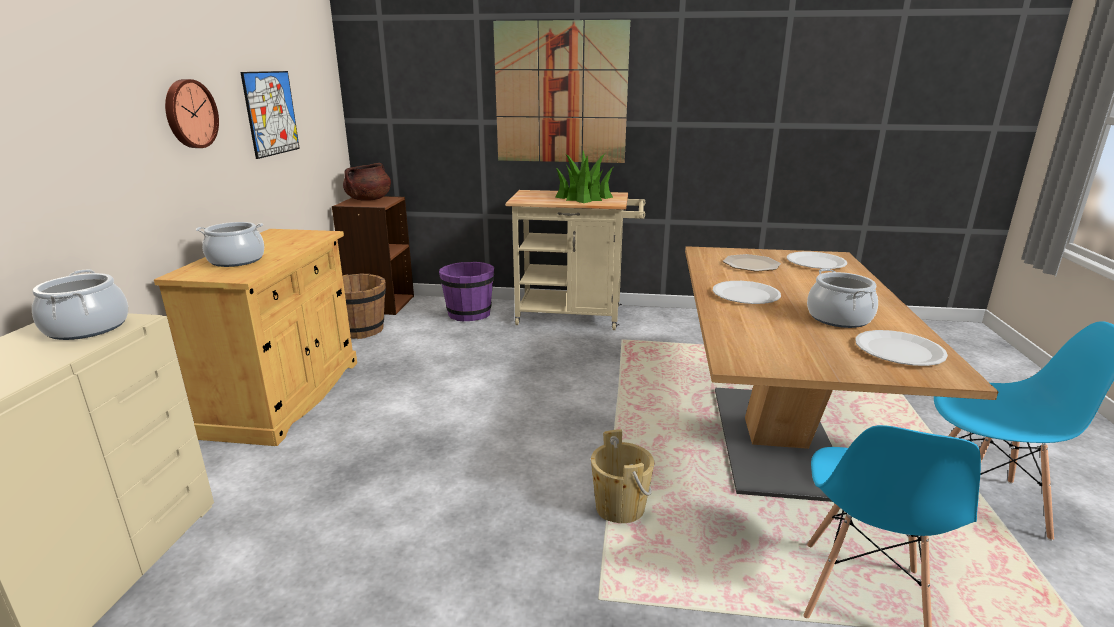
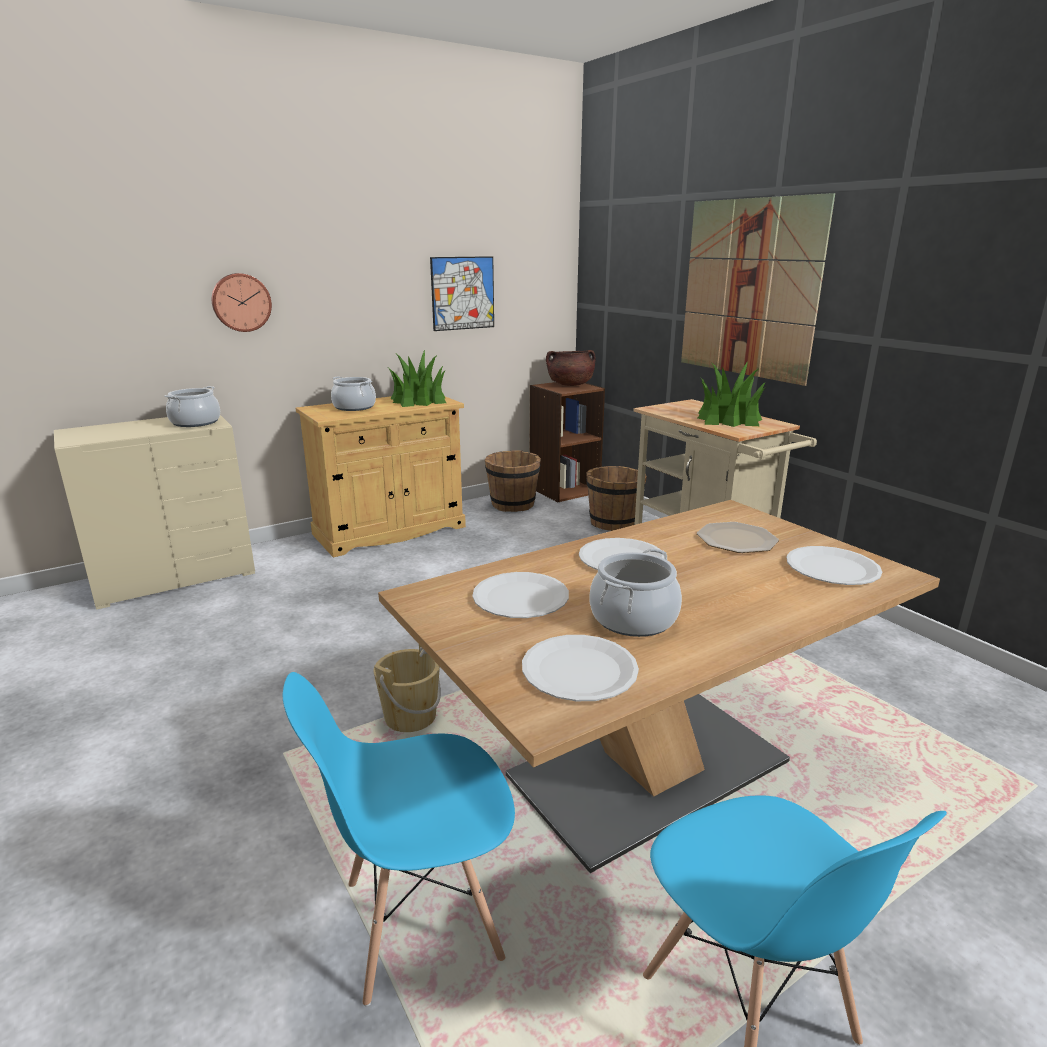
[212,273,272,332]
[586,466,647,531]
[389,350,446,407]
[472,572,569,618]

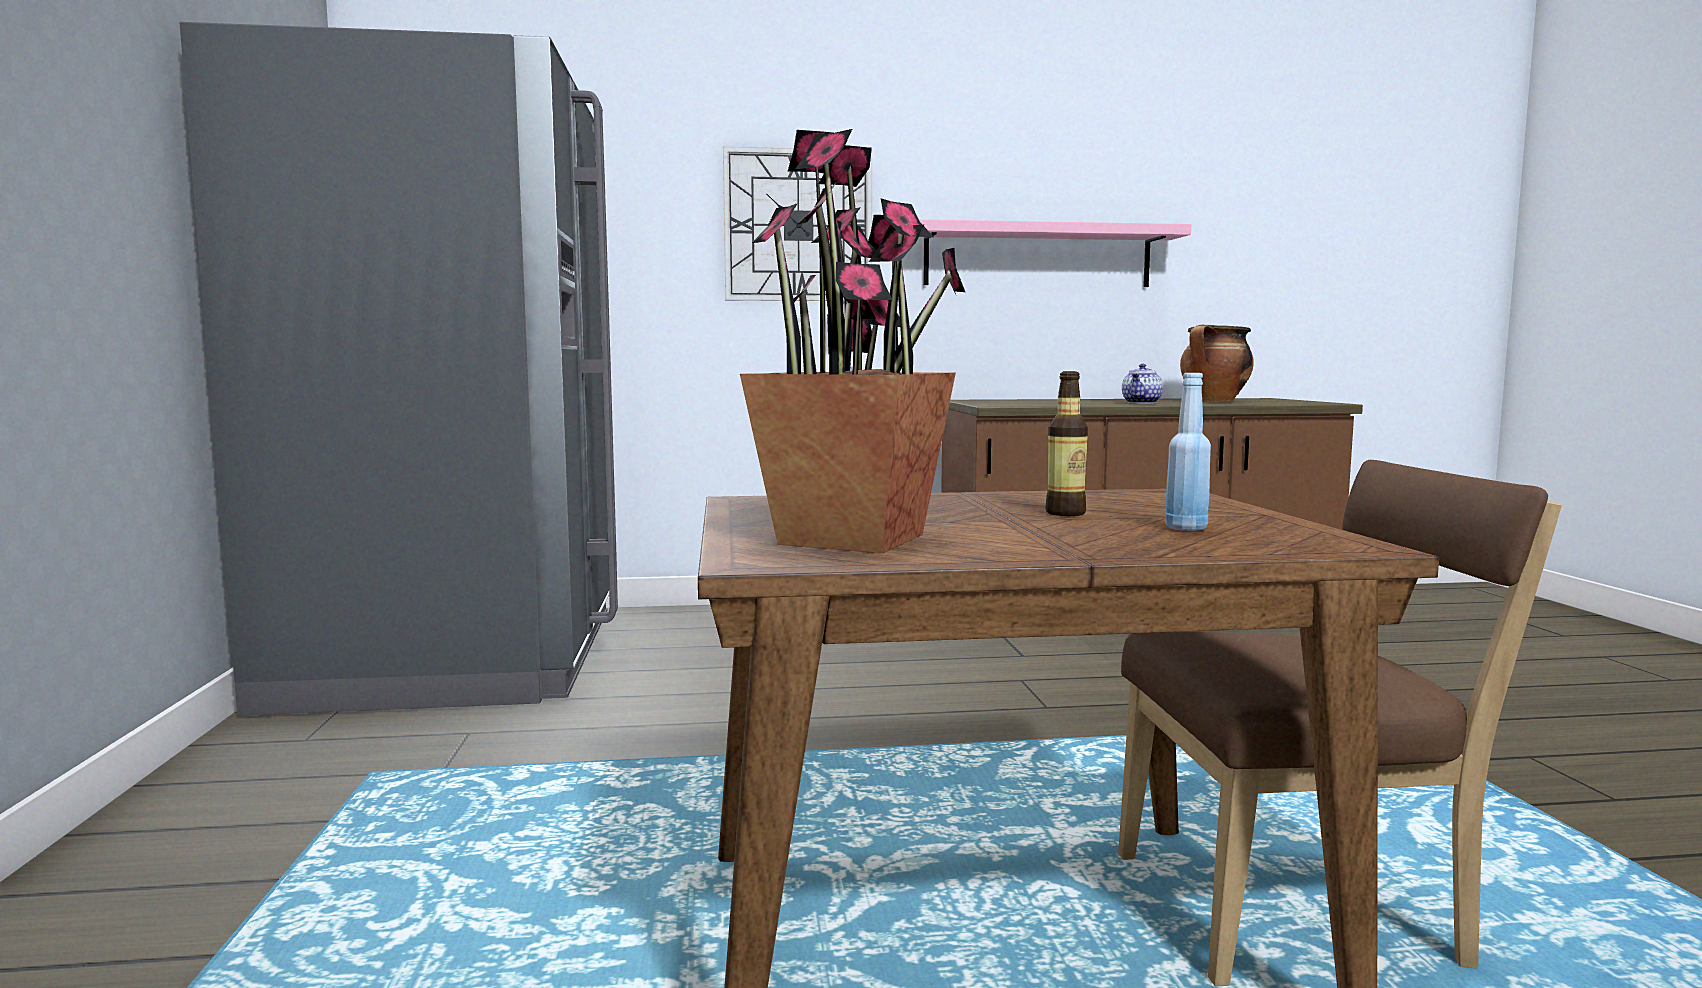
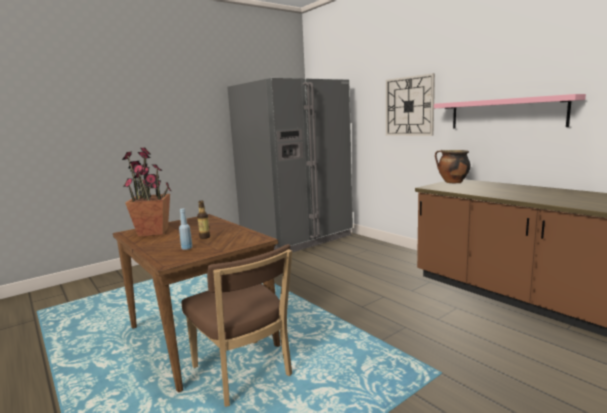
[435,150,471,183]
[1122,364,1163,404] (first image)

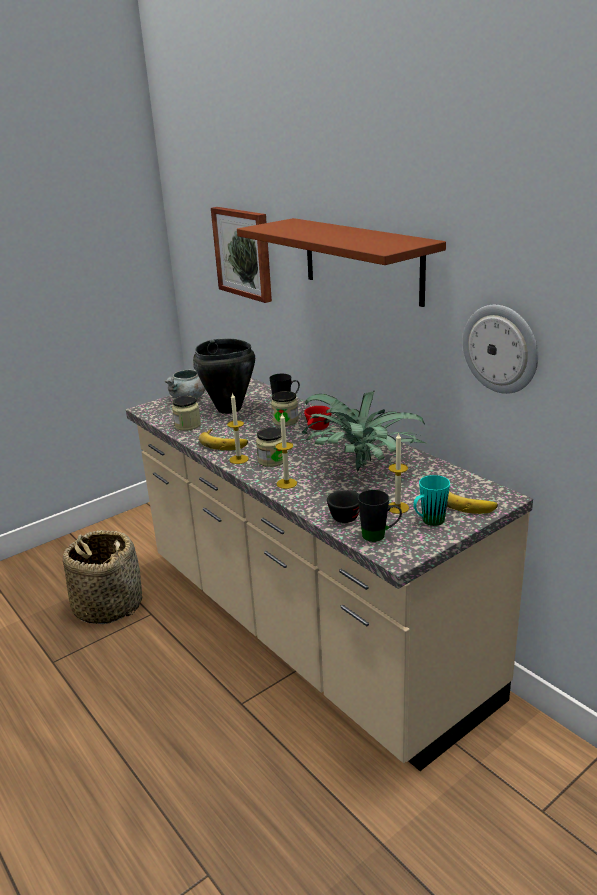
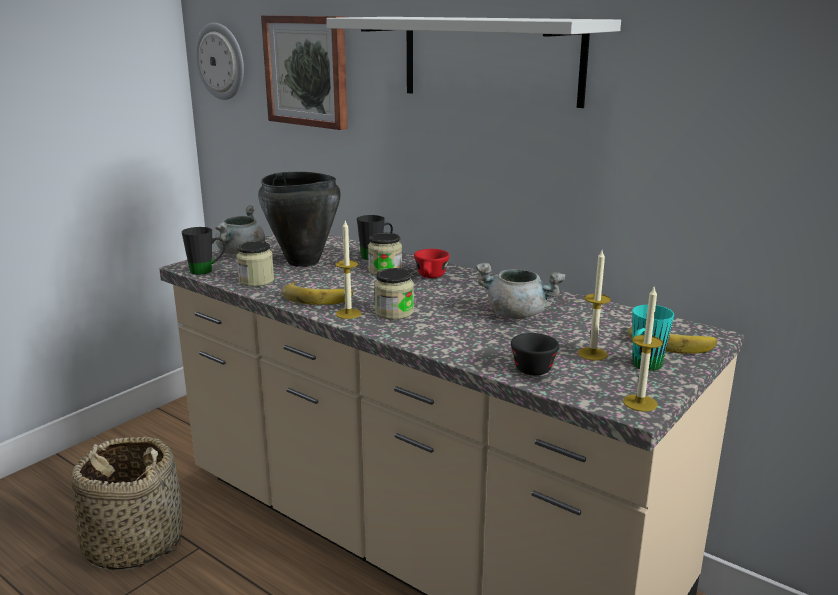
[326,17,621,108]
[195,23,244,100]
[476,262,565,319]
[623,285,663,412]
[182,227,225,275]

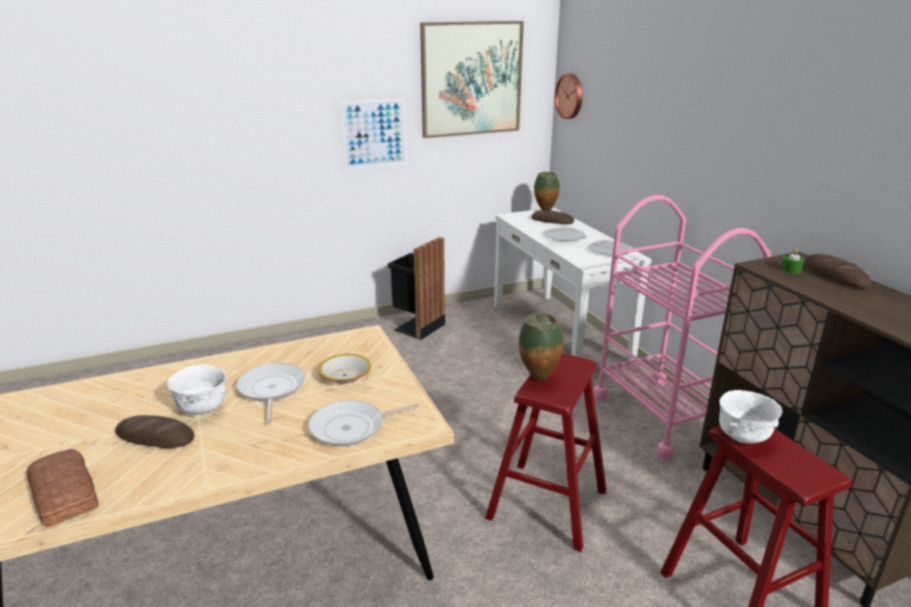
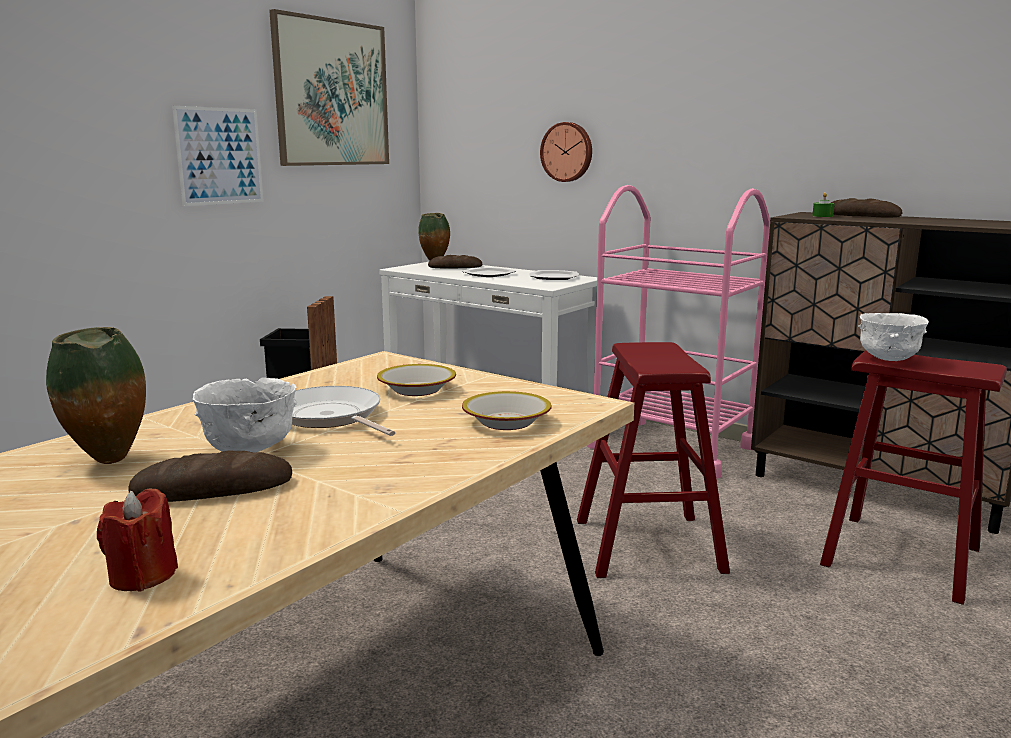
[540,122,592,182]
[46,327,146,464]
[462,391,552,430]
[97,488,178,592]

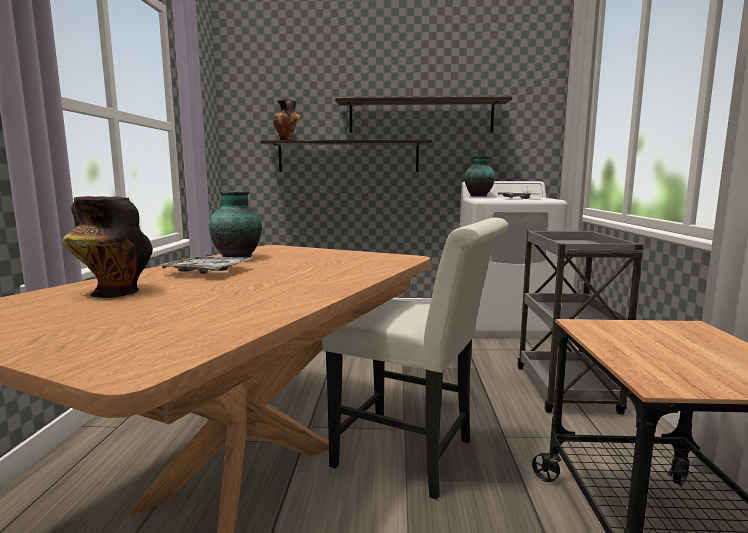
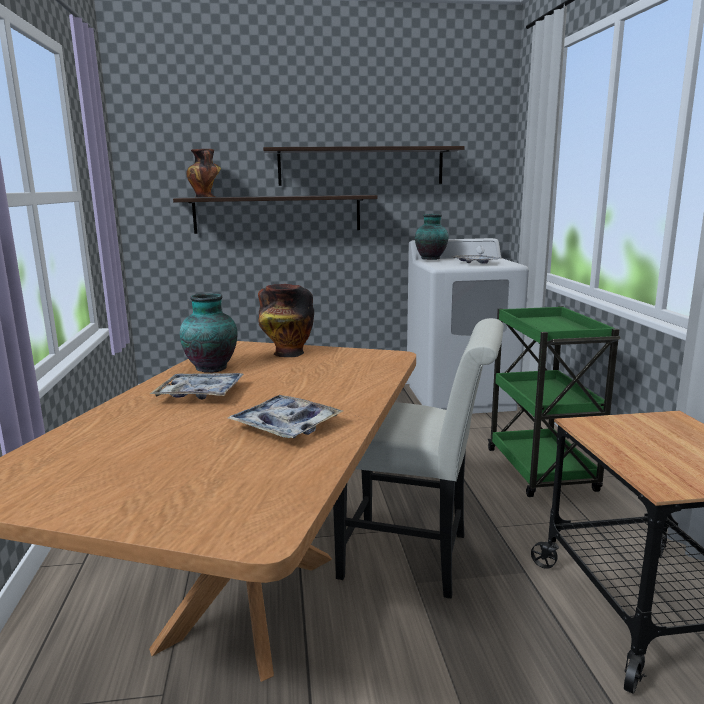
[258,284,314,357]
[488,306,620,497]
[228,395,343,438]

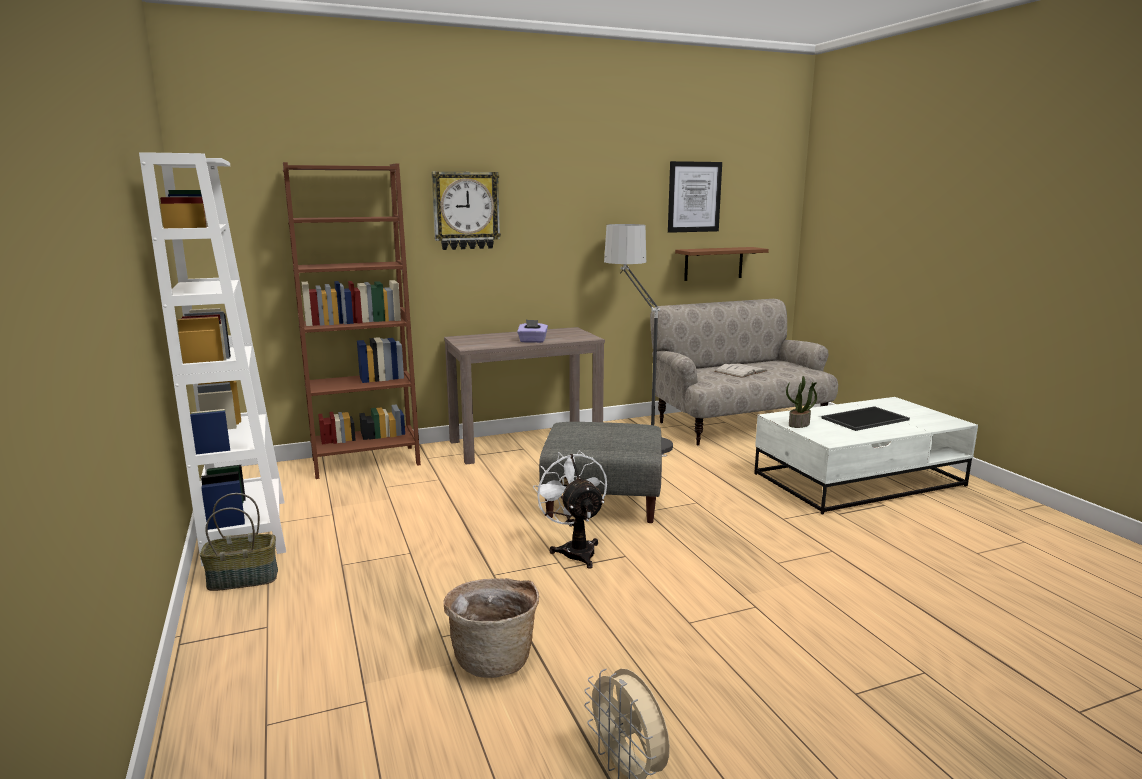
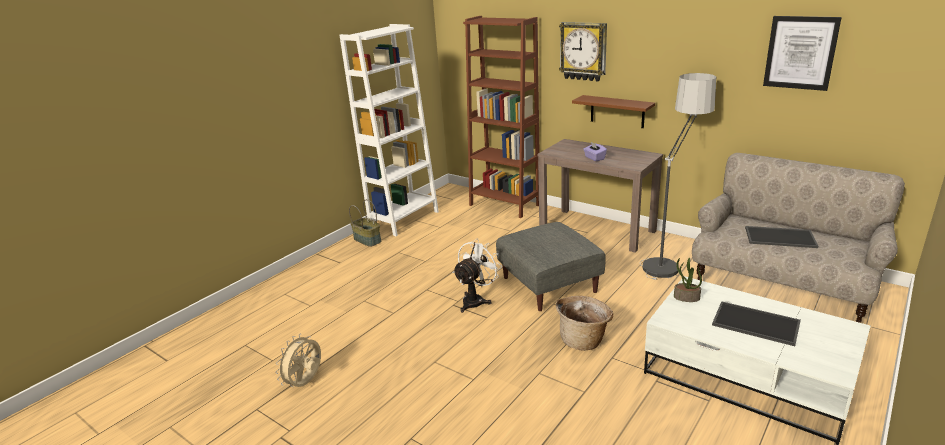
[572,95,655,128]
[745,226,818,248]
[556,296,614,351]

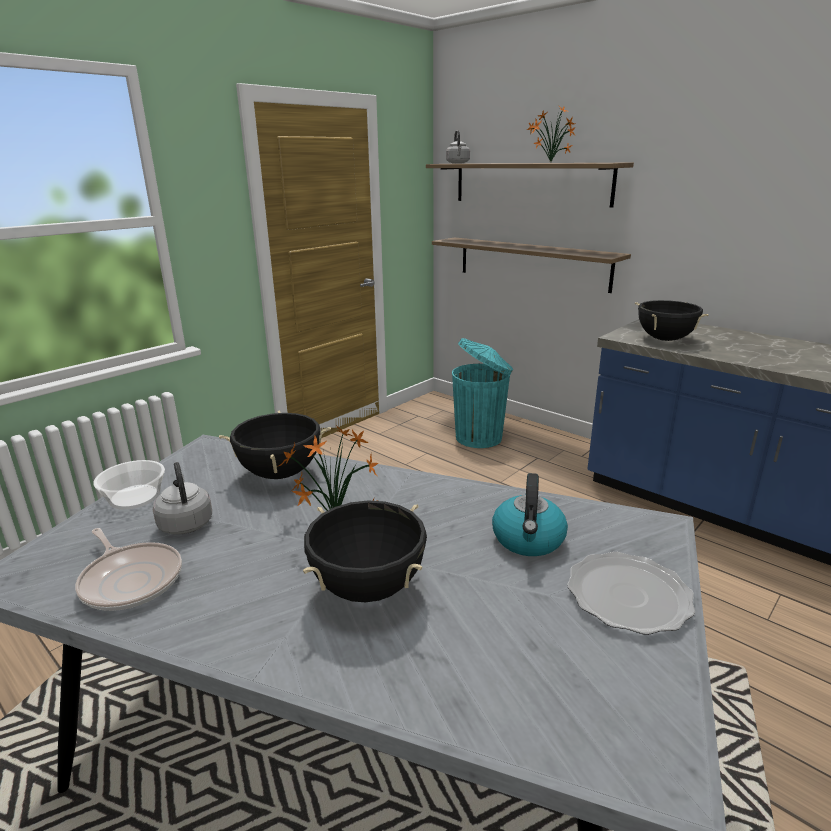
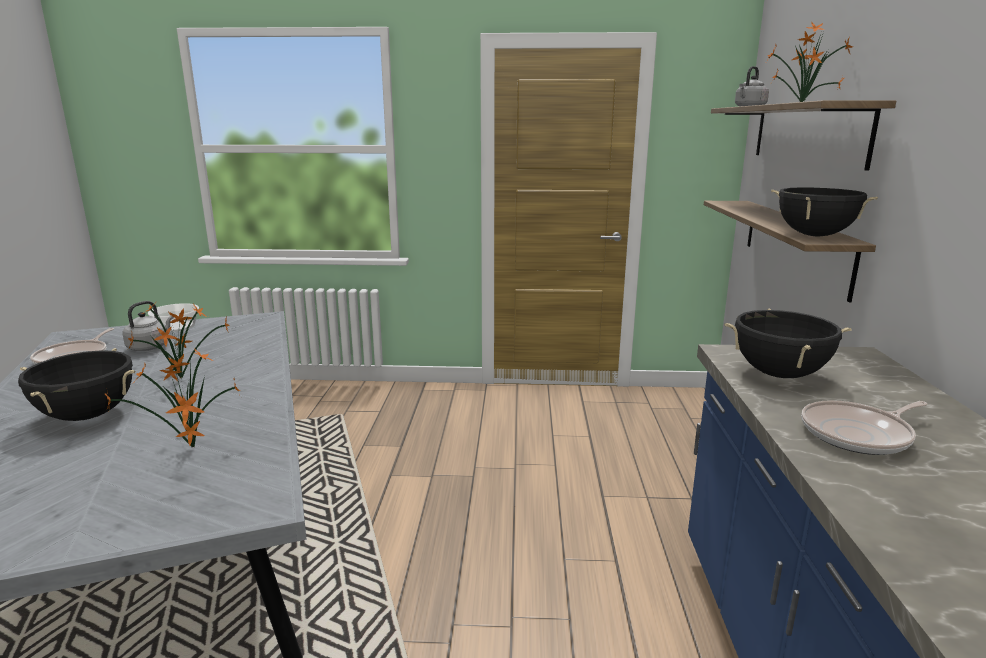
[452,338,513,448] (first image)
[771,188,878,236]
[104,348,240,448]
[567,552,695,635] (first image)
[801,400,928,455]

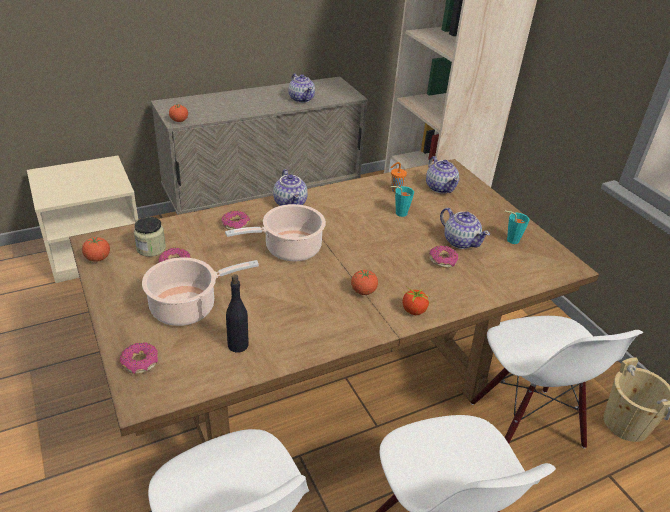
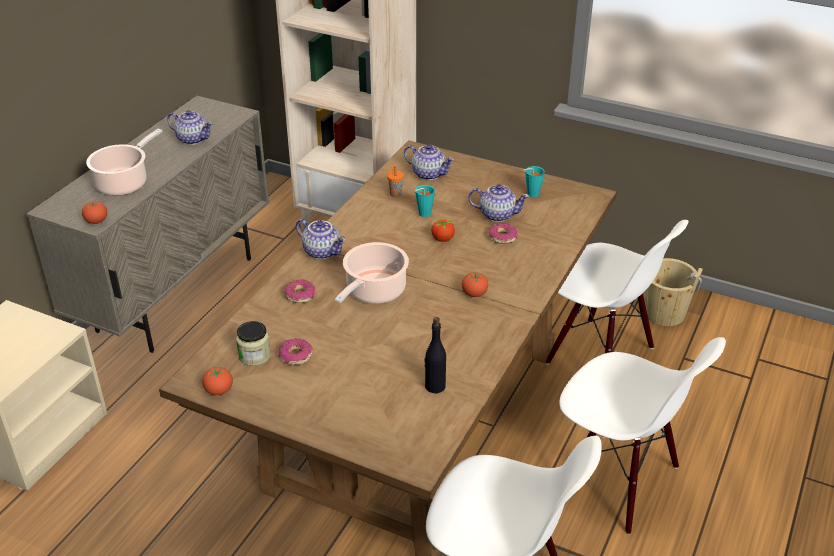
[86,129,162,196]
[430,217,456,242]
[120,342,158,374] (first image)

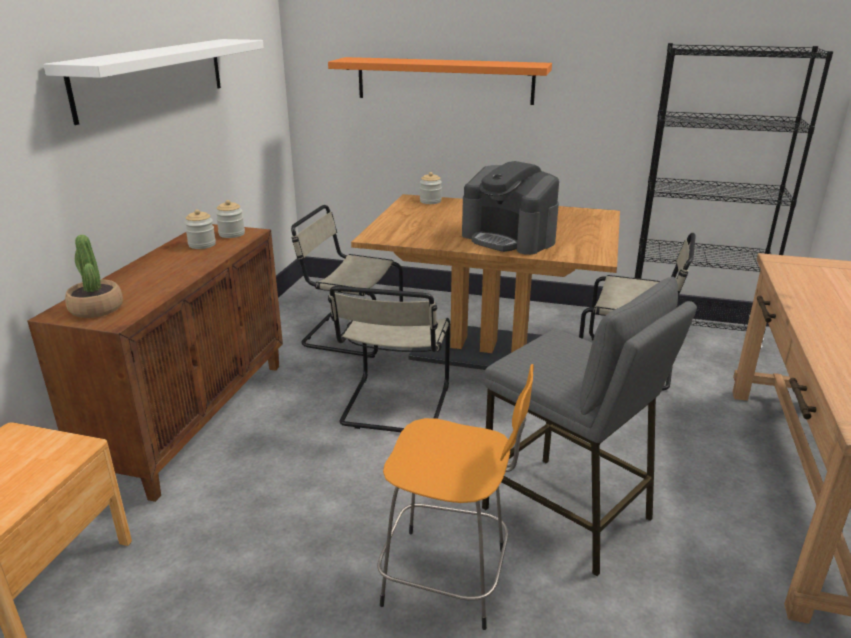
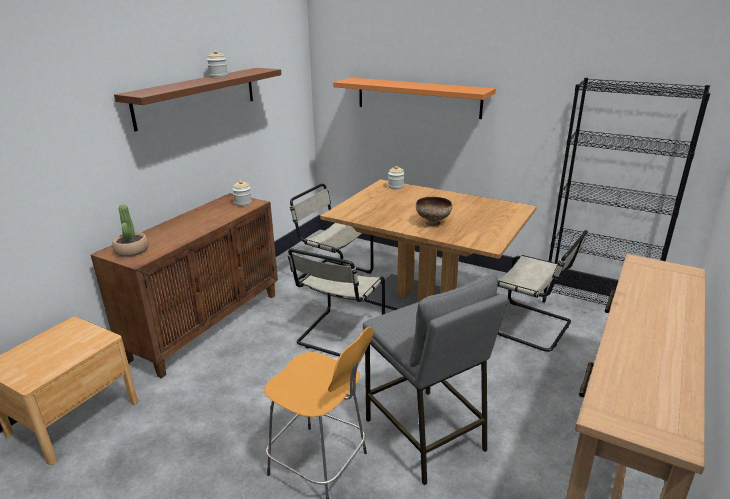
[114,68,281,132]
[416,197,452,226]
[207,50,228,78]

